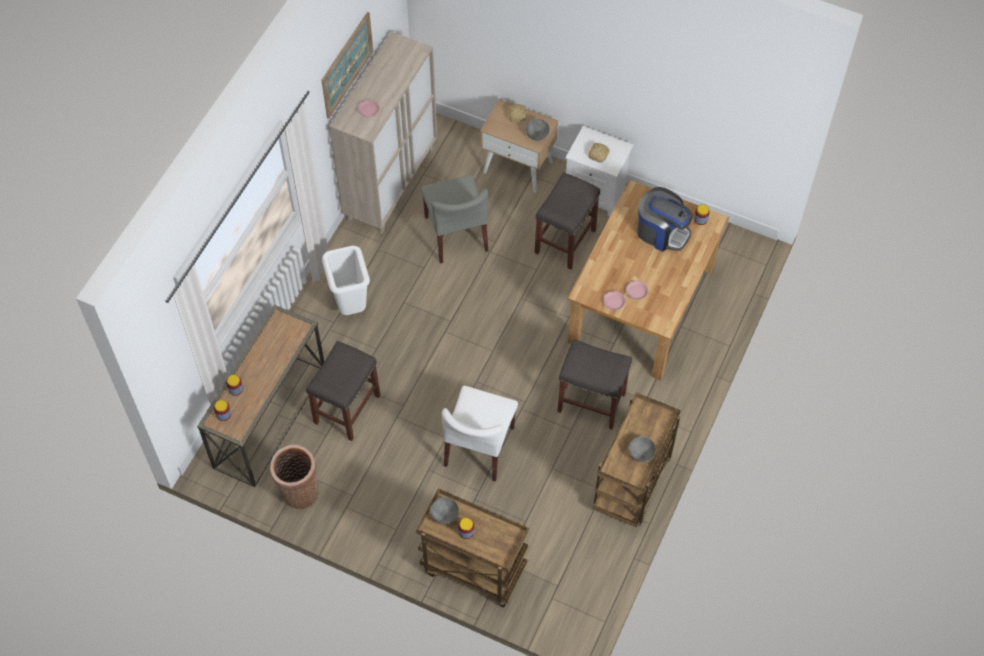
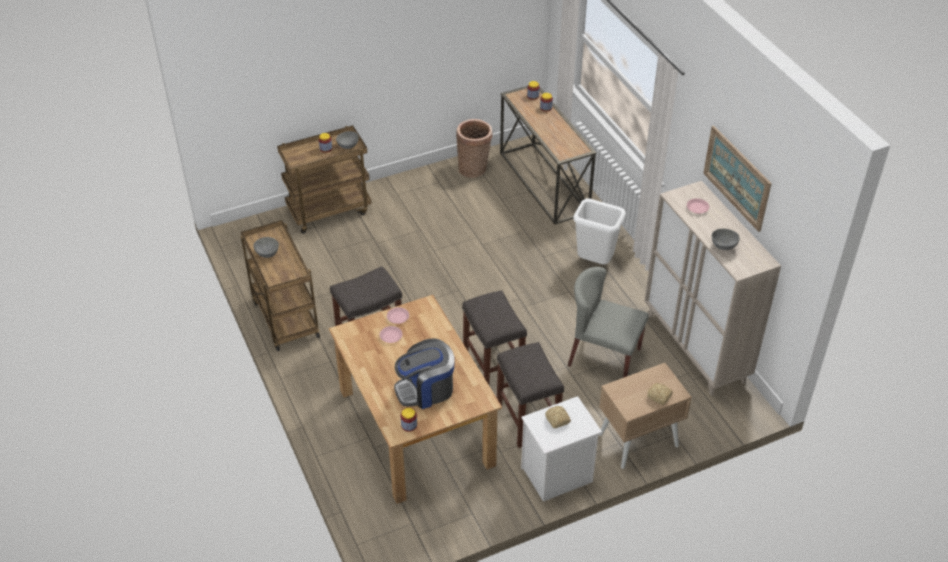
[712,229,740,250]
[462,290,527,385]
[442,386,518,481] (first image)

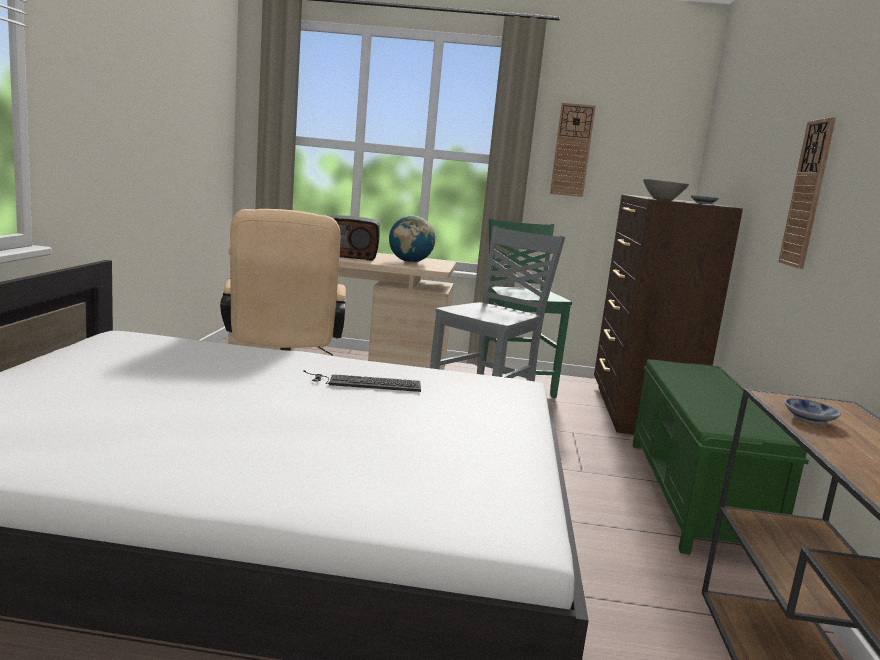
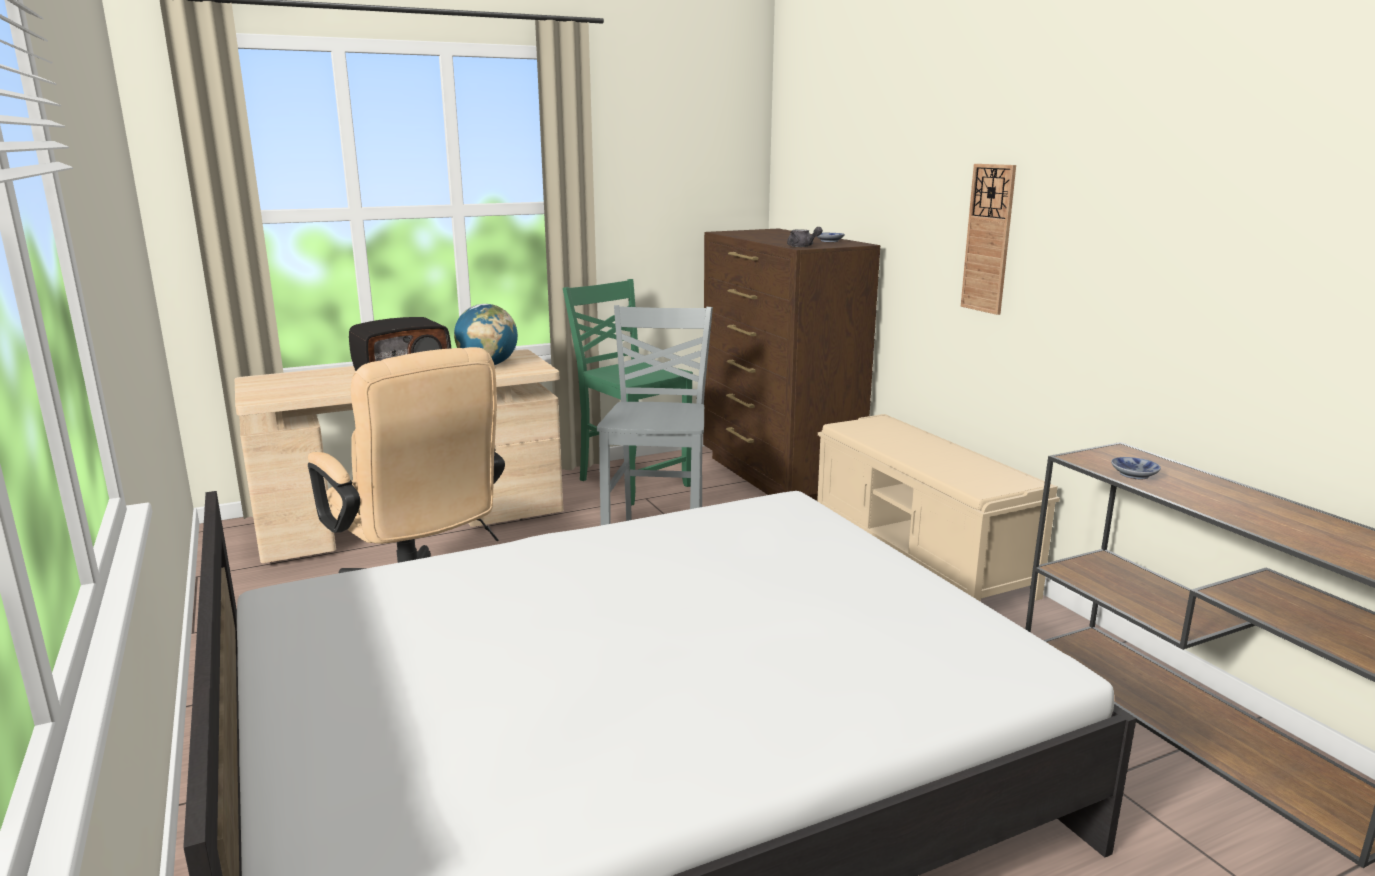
[550,103,596,197] (first image)
[787,227,823,247]
[817,414,1060,602]
[303,370,421,392] (first image)

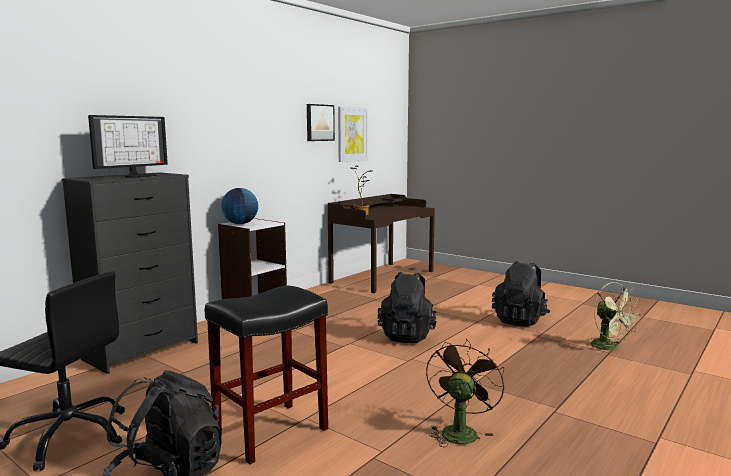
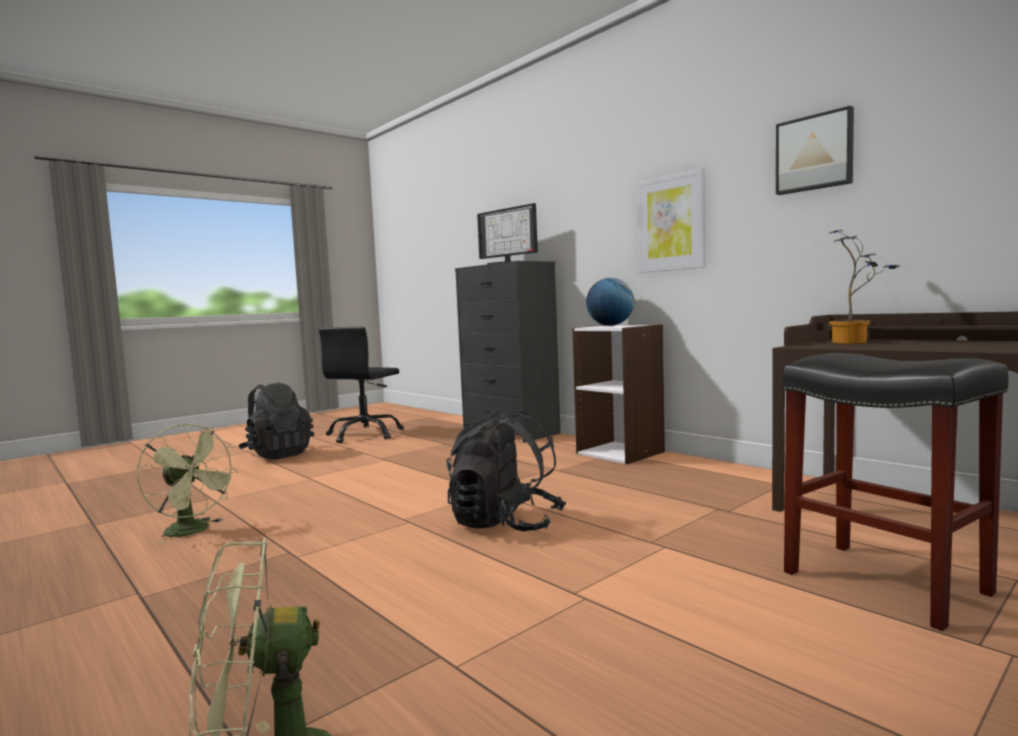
[636,168,706,273]
[492,261,550,327] (first image)
[783,353,1009,631]
[137,423,239,545]

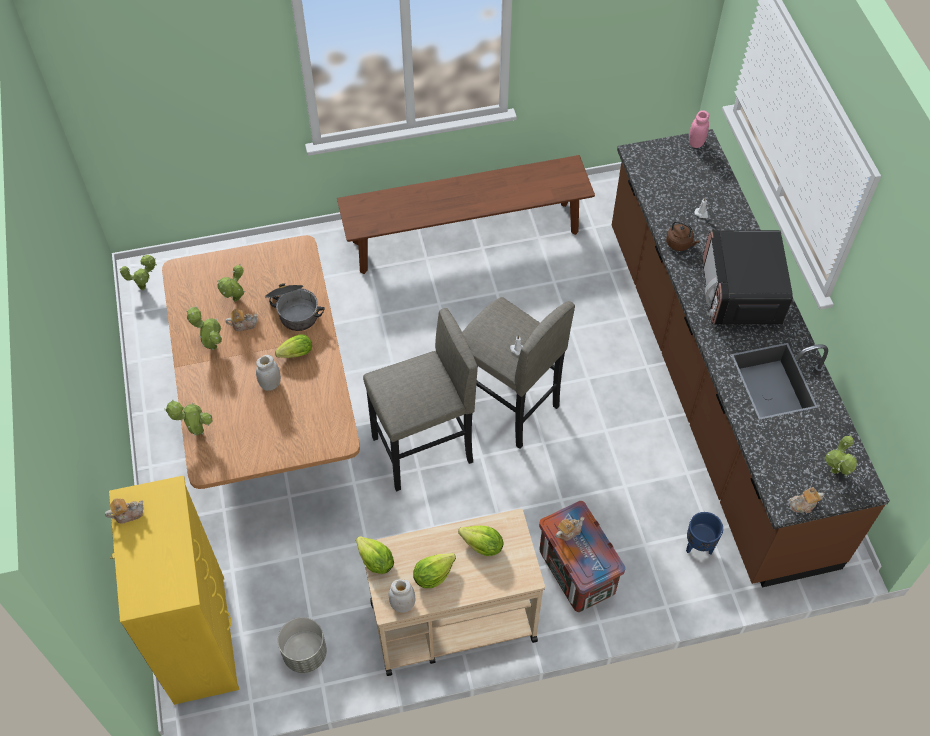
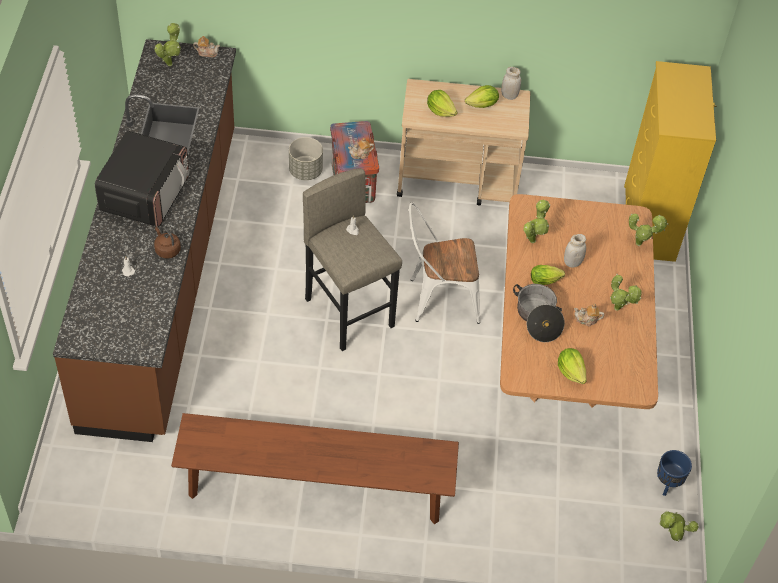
[689,110,709,148] (first image)
[523,200,550,243]
[409,202,480,324]
[105,498,144,524] (first image)
[657,450,692,496]
[558,348,587,384]
[289,137,323,180]

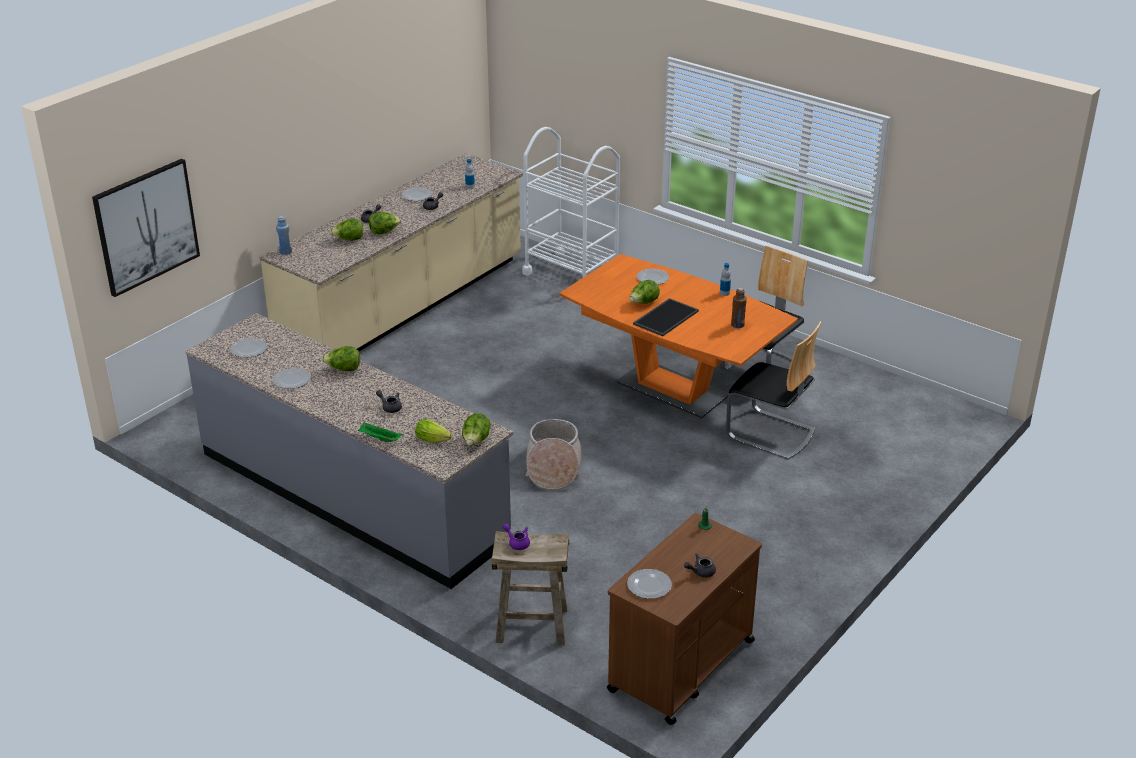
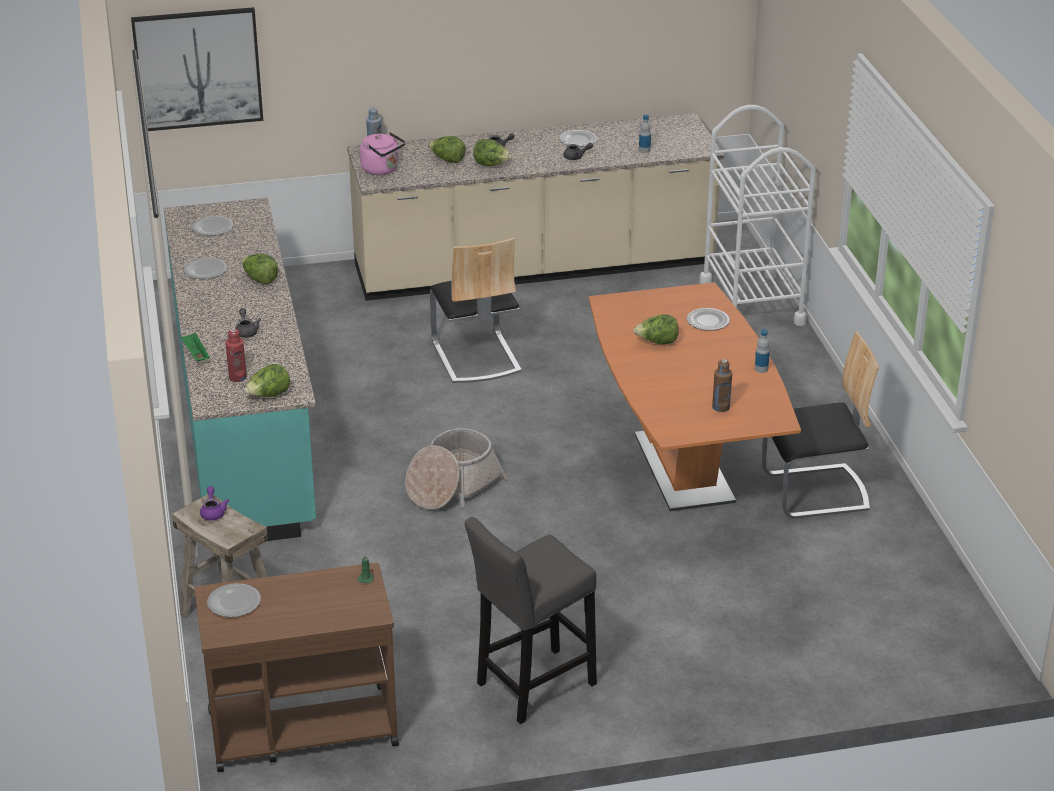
[633,298,699,336] (first image)
[164,198,316,541]
[430,238,522,383]
[225,328,247,382]
[684,553,716,578] (first image)
[360,132,406,175]
[465,517,597,724]

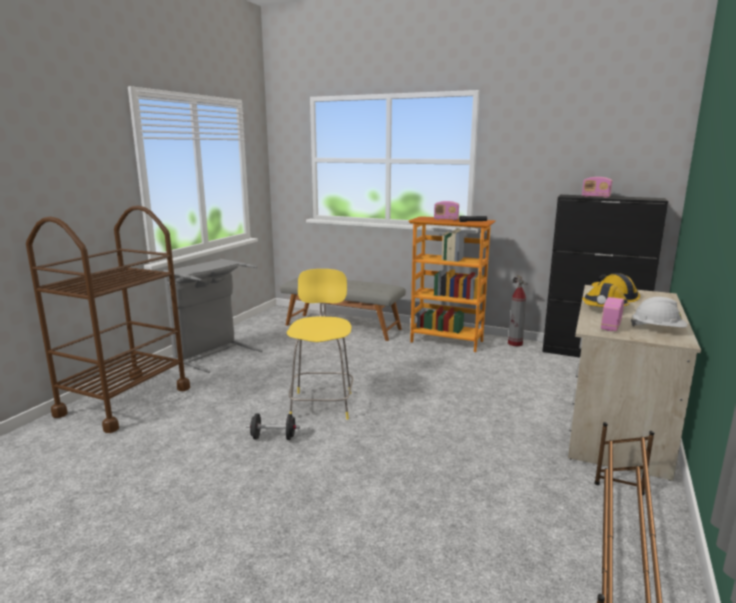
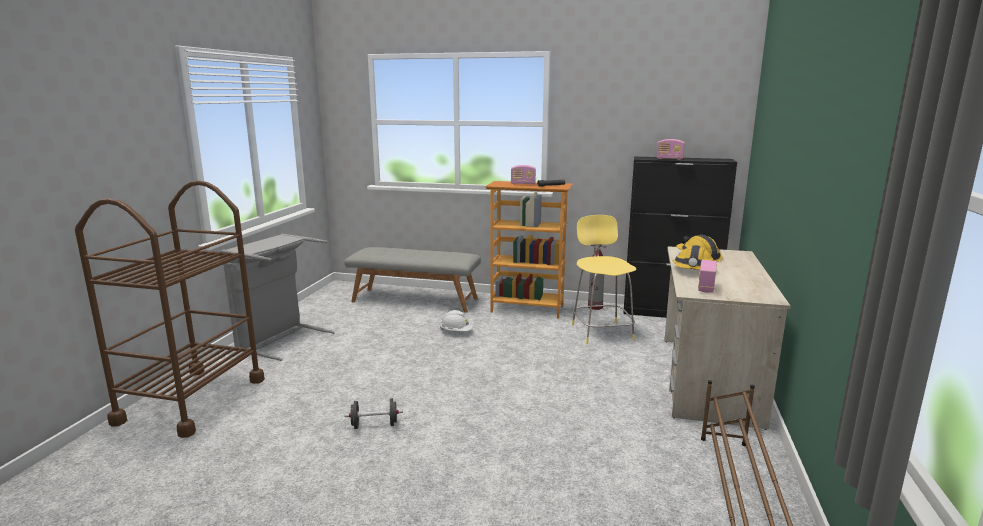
[572,215,636,344]
[440,310,473,331]

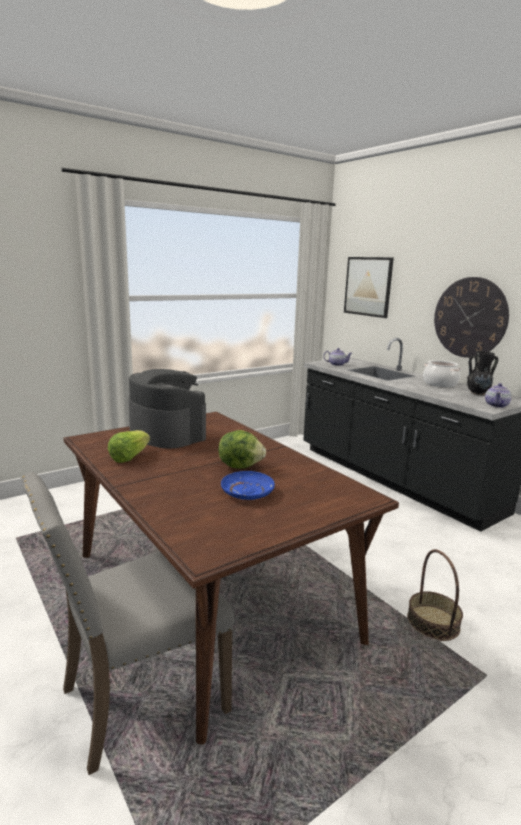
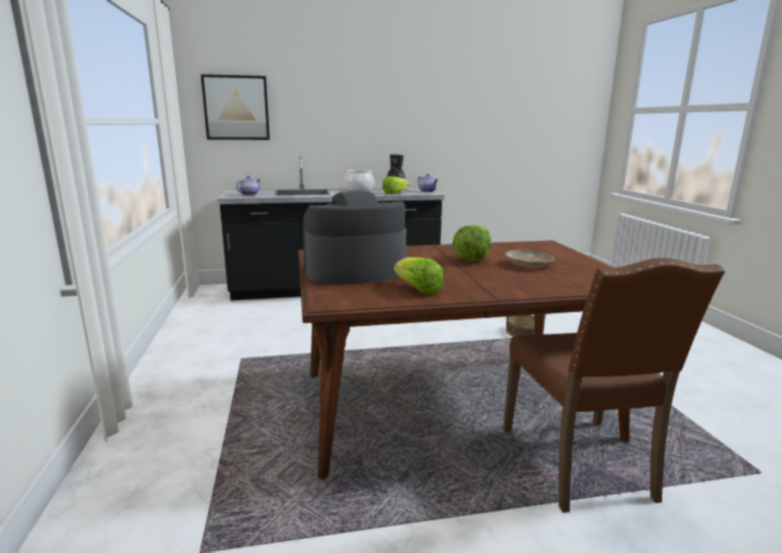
[434,277,509,358] (first image)
[505,250,555,268]
[503,258,725,513]
[382,176,410,194]

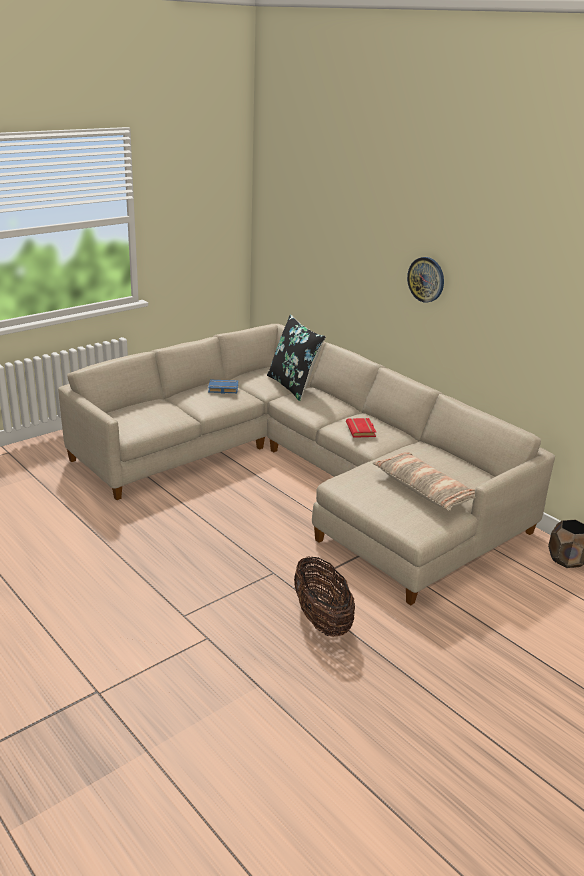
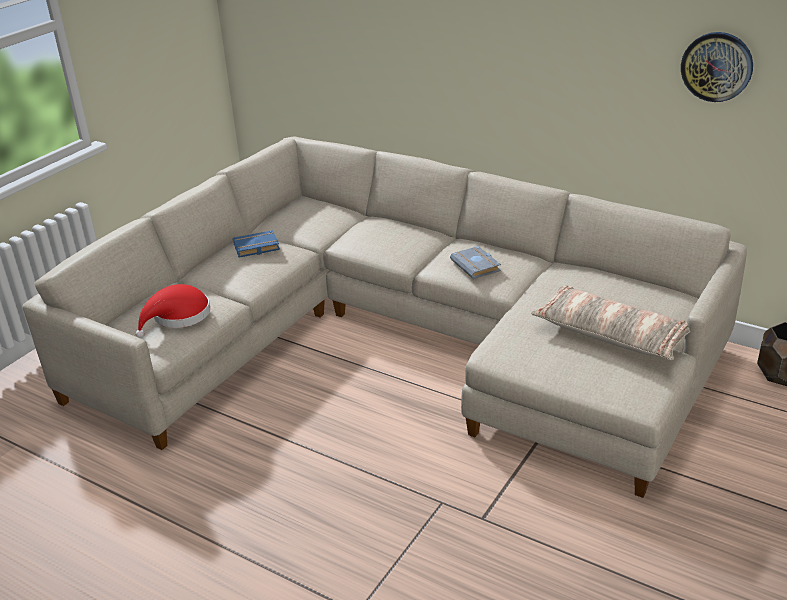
[681,32,753,102]
[267,314,326,401] (first image)
[450,246,501,279]
[294,557,355,637] (first image)
[135,284,210,338]

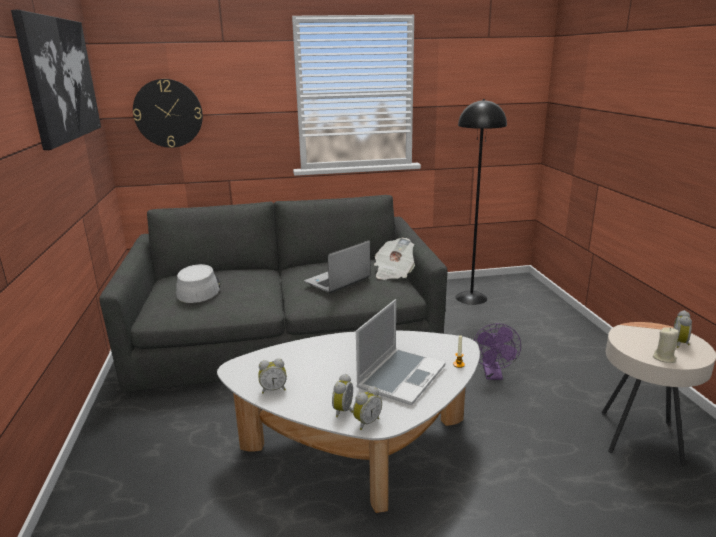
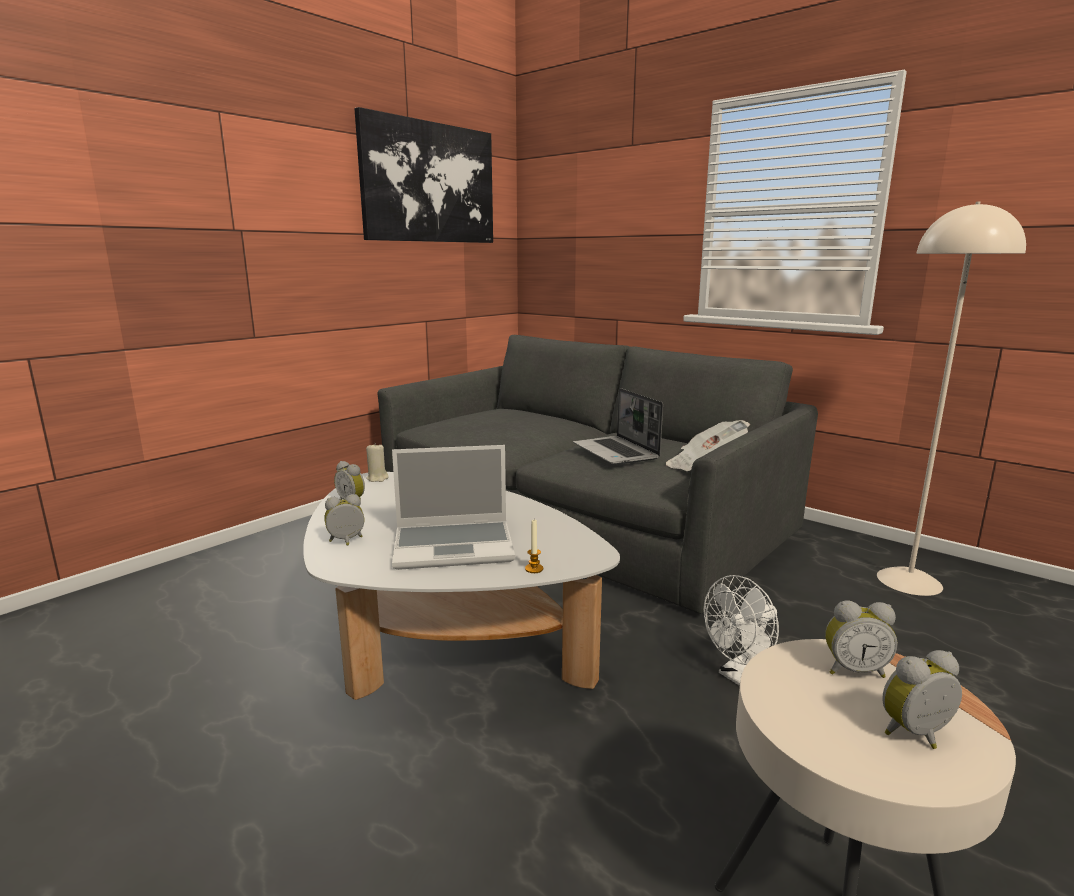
[133,79,203,148] (first image)
[877,202,1026,596]
[573,388,663,465]
[176,264,221,303] (first image)
[704,575,779,686]
[366,443,389,482]
[825,600,898,678]

